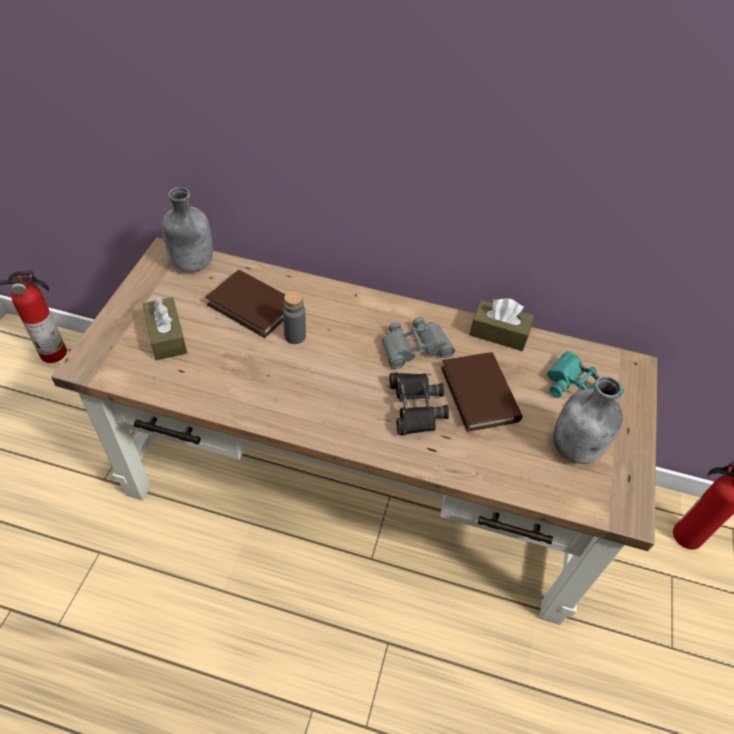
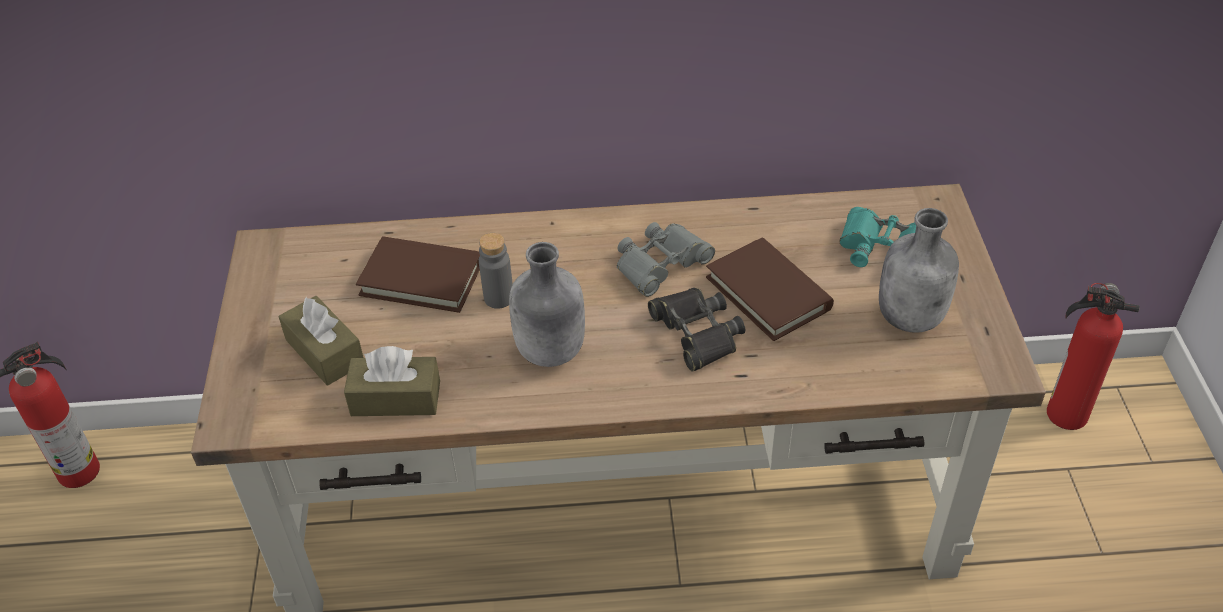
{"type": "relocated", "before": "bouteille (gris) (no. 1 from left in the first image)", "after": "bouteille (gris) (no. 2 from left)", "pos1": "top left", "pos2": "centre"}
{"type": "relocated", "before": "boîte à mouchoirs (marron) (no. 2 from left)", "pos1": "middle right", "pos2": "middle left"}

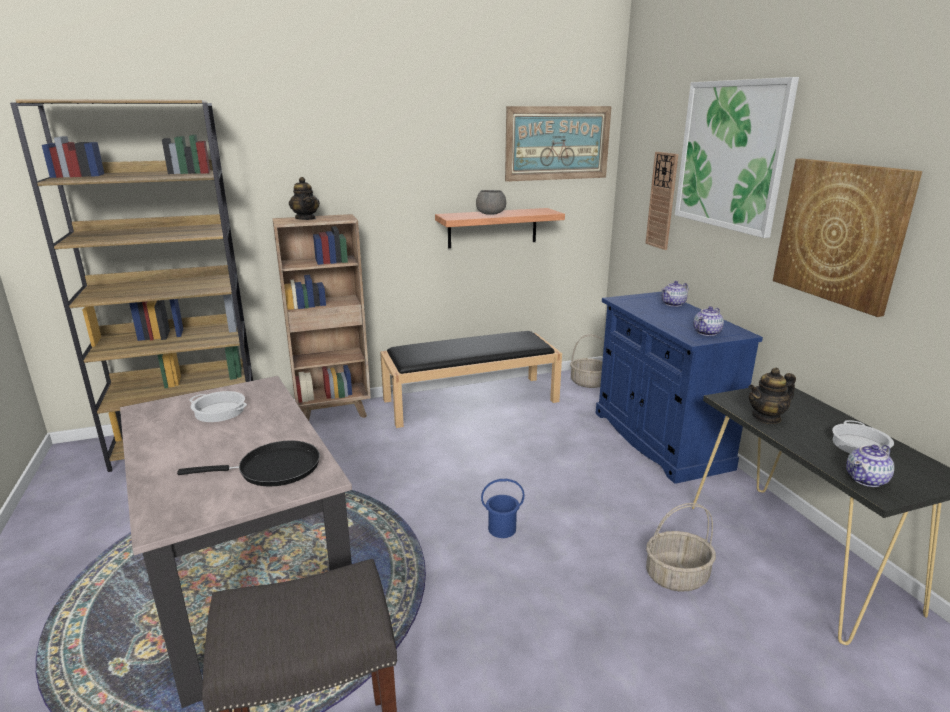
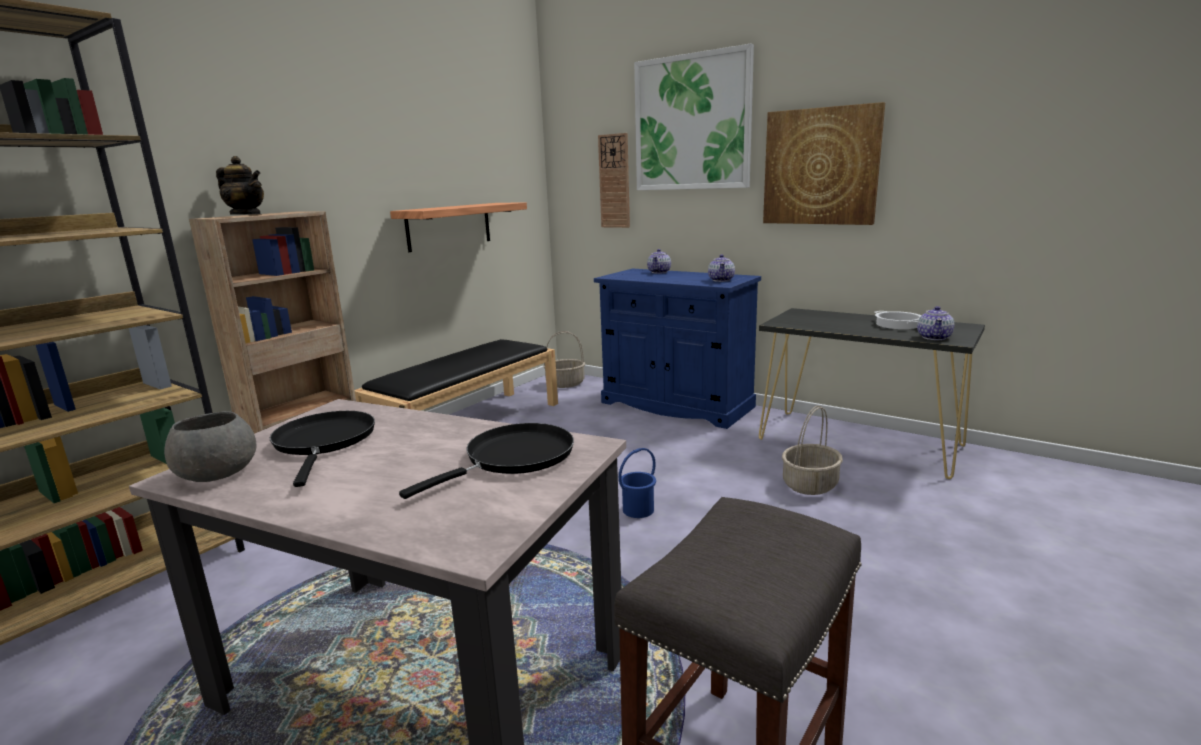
{"type": "exchanged", "before": "marmite (no. 1 from left)", "after": "poêle (noir) (no. 1 from left)", "pos1": "middle left", "pos2": "middle left"}
{"type": "relocated", "before": "bol (gris)", "pos1": "top centre", "pos2": "middle left"}
{"type": "missing", "before": "tableau (no. 1 from left)", "pos1": "top centre"}
{"type": "missing", "before": "théière (no. 4 from left)", "pos1": "middle right"}

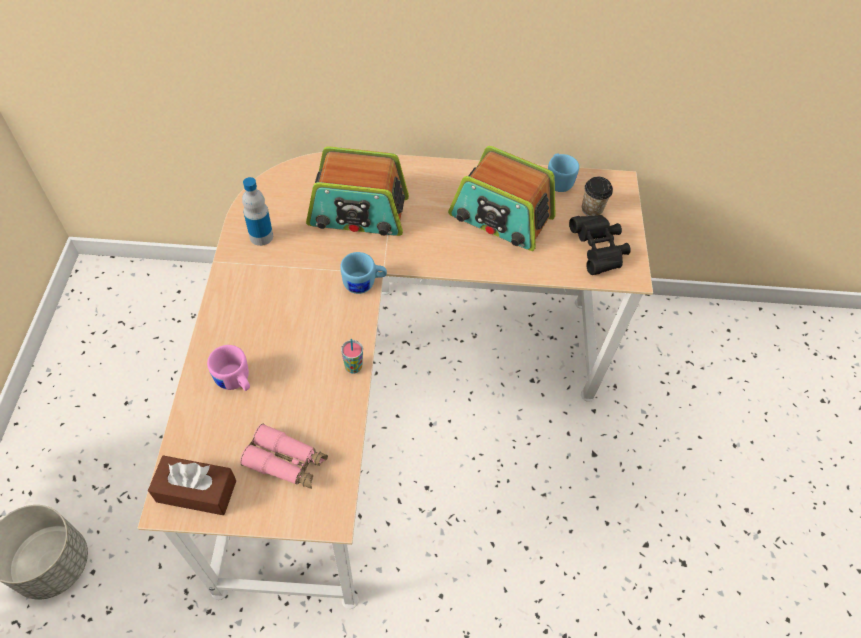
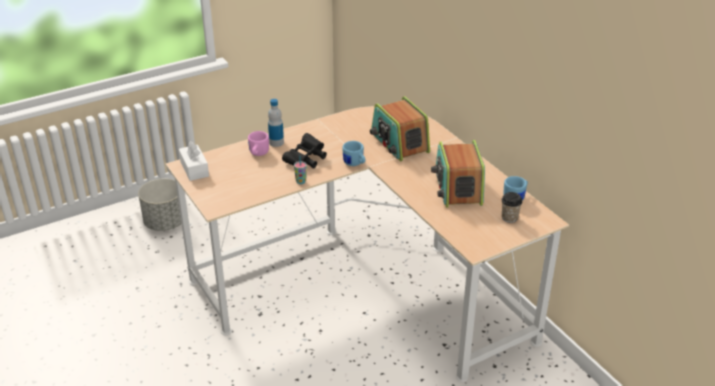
{"type": "colour", "before": "boîte à mouchoirs (marron)", "after": "boîte à mouchoirs (blanc)", "pos1": "bottom left", "pos2": "middle left"}
{"type": "missing", "before": "jumelles (rose)", "pos1": "bottom left"}
{"type": "relocated", "before": "bouteille", "pos1": "top left", "pos2": "top centre"}
{"type": "relocated", "before": "jumelles (noir)", "pos1": "middle right", "pos2": "centre"}

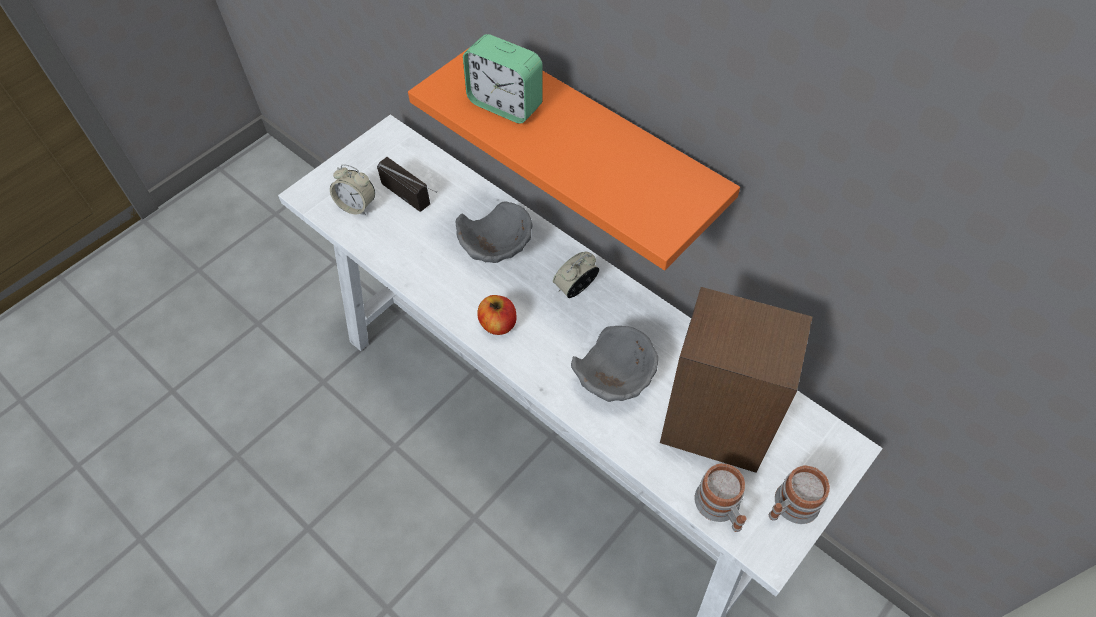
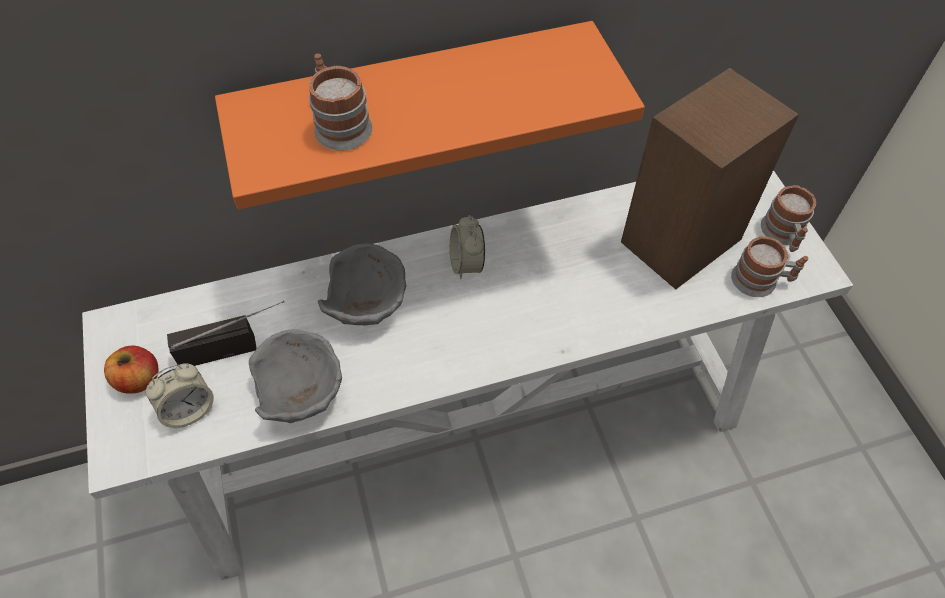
{"type": "exchanged", "before": "réveil (no. 2 from left)", "after": "mug (no. 1 from left)", "pos1": "top centre", "pos2": "top centre"}
{"type": "relocated", "before": "pomme", "pos1": "centre", "pos2": "middle left"}
{"type": "relocated", "before": "bol (gris) (no. 2 from left in the first image)", "after": "bol (gris) (no. 1 from left)", "pos1": "centre", "pos2": "middle left"}

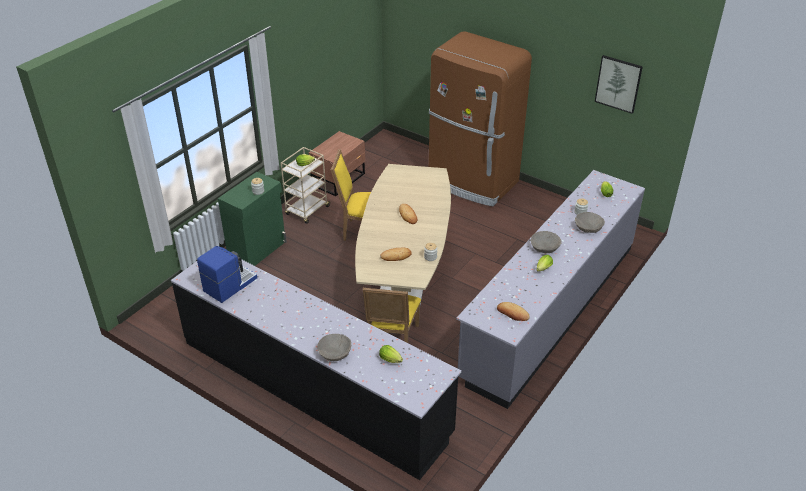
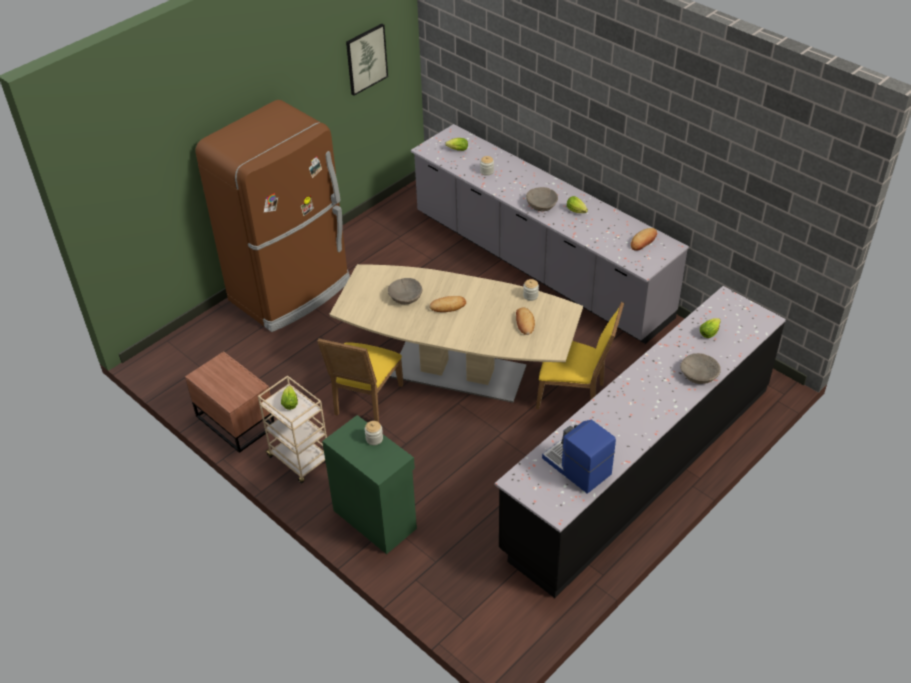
{"type": "relocated", "before": "bol (beige) (no. 3 from left in the first image)", "after": "bol (beige) (no. 1 from left)", "pos1": "middle right", "pos2": "centre"}

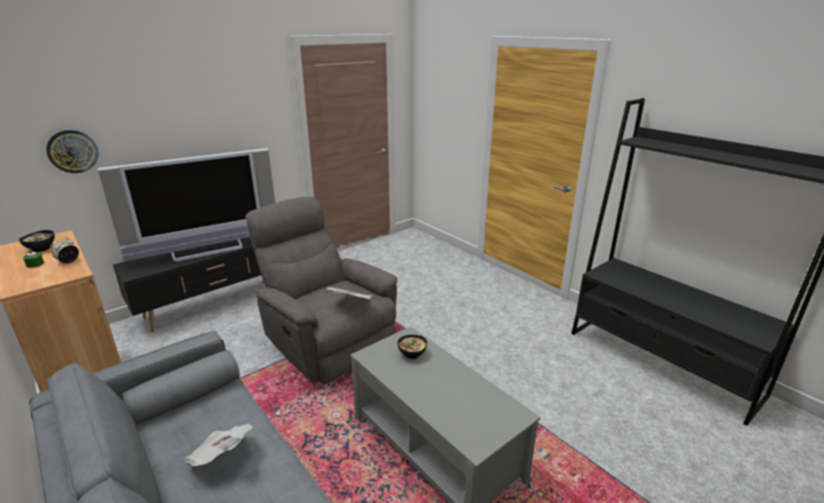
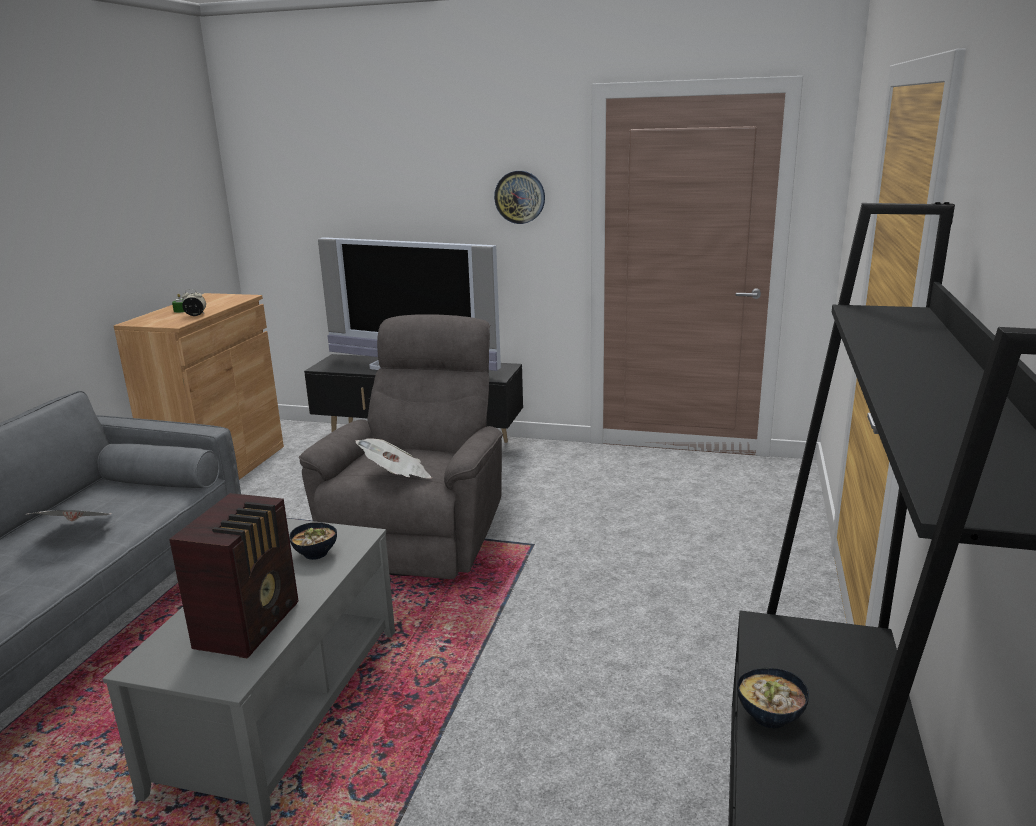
{"type": "relocated", "before": "bol (no. 1 from left in the first image)", "after": "bol (no. 2 from left)", "pos1": "middle left", "pos2": "bottom right"}
{"type": "relocated", "before": "horloge murale", "pos1": "top left", "pos2": "top centre"}
{"type": "appeared", "after": "radio", "pos2": "bottom left"}

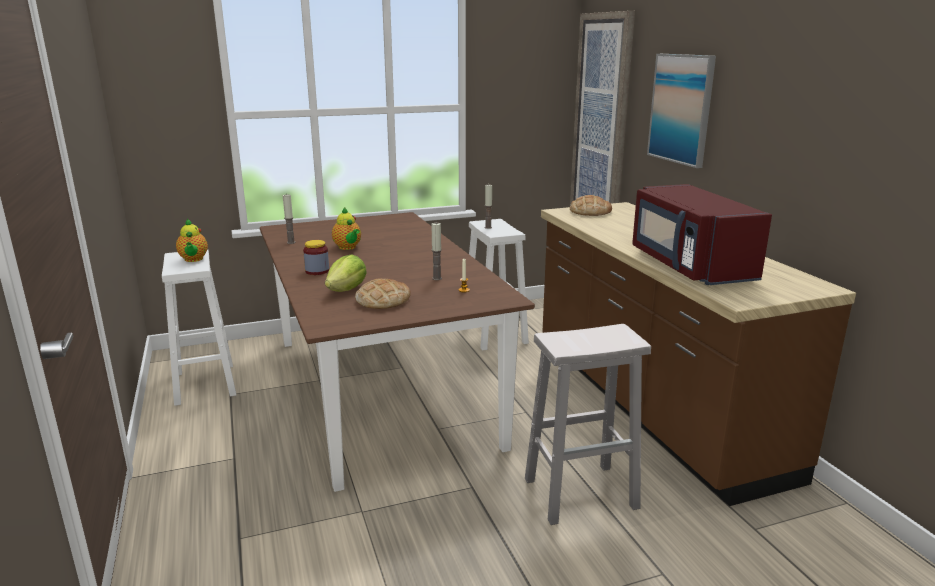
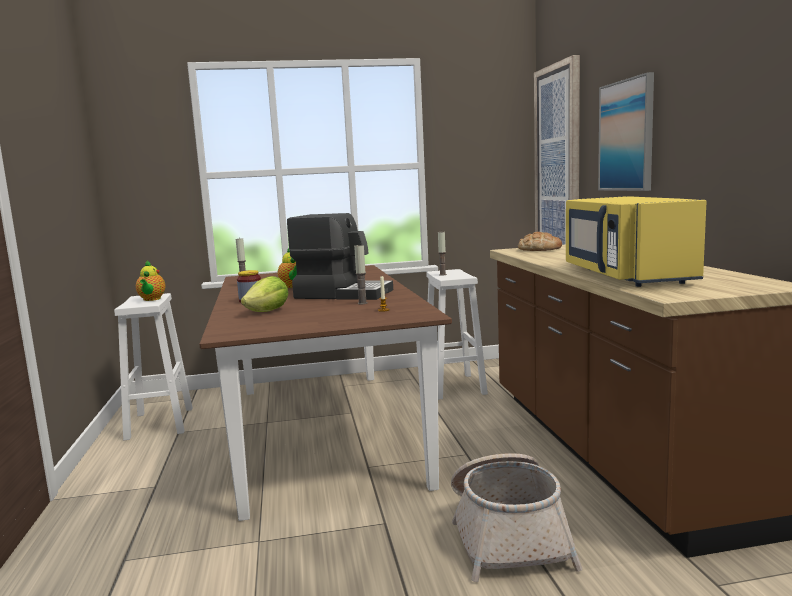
{"type": "missing", "before": "pain (no. 1 from left)", "pos1": "centre"}
{"type": "exchanged", "before": "tabouret (blanc) (no. 3 from left)", "after": "panier", "pos1": "bottom centre", "pos2": "bottom centre"}
{"type": "colour", "before": "micro-ondes (rouge)", "after": "micro-ondes (jaune)", "pos1": "middle right", "pos2": "middle right"}
{"type": "appeared", "after": "machine à café", "pos2": "centre"}

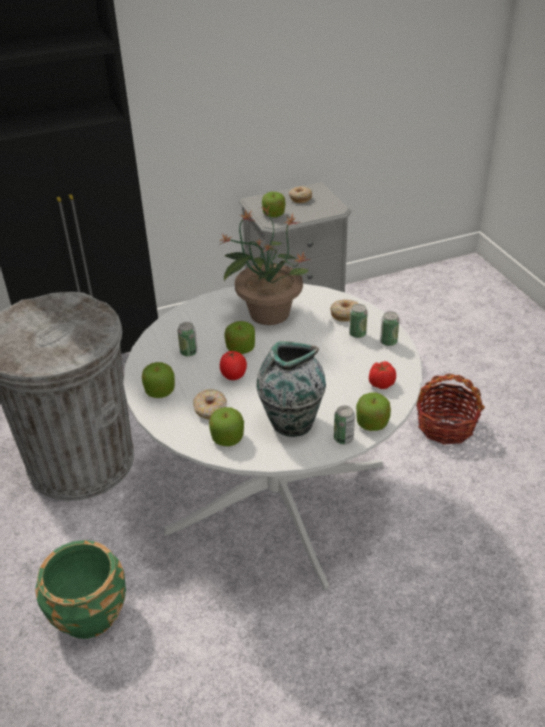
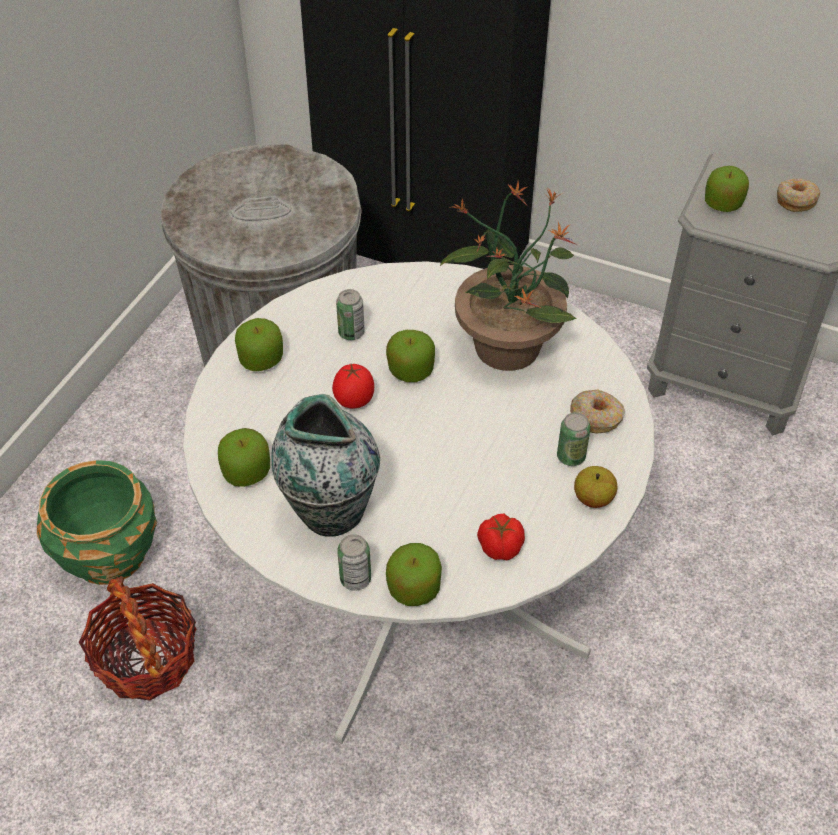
{"type": "missing", "before": "beignet (no. 1 from left)", "pos1": "centre"}
{"type": "exchanged", "before": "boîte métallique (no. 4 from left)", "after": "pomme (no. 5 from left)", "pos1": "middle right", "pos2": "middle right"}
{"type": "relocated", "before": "panier", "pos1": "middle right", "pos2": "bottom left"}

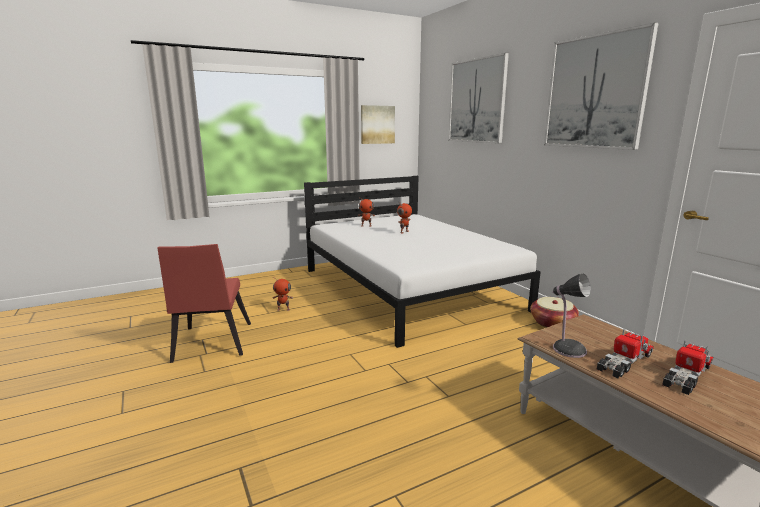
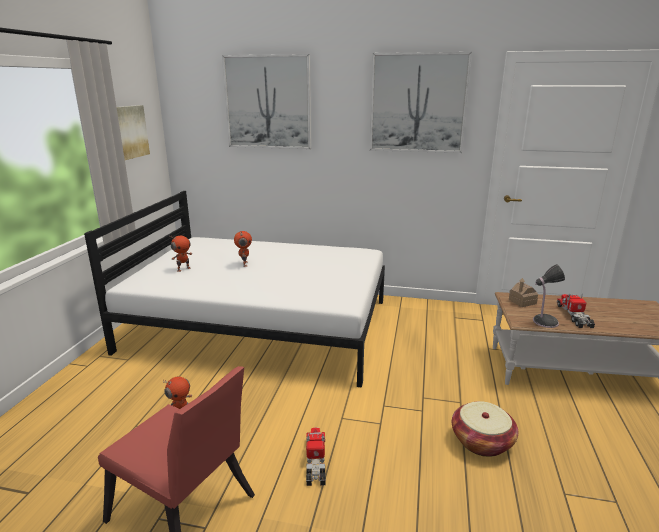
{"type": "relocated", "before": "panier", "pos1": "middle right", "pos2": "bottom right"}
{"type": "relocated", "before": "camion jouet (no. 2 from left in the first image)", "after": "camion jouet (no. 1 from left)", "pos1": "bottom right", "pos2": "bottom centre"}
{"type": "appeared", "after": "maison miniature", "pos2": "middle right"}

